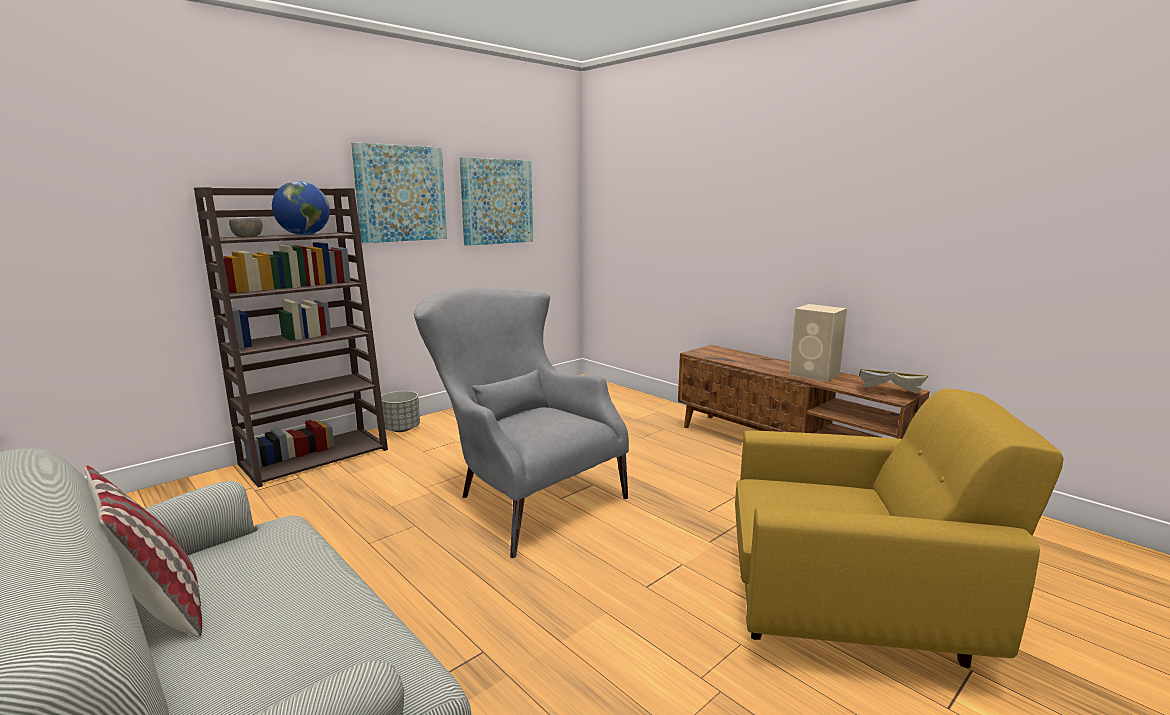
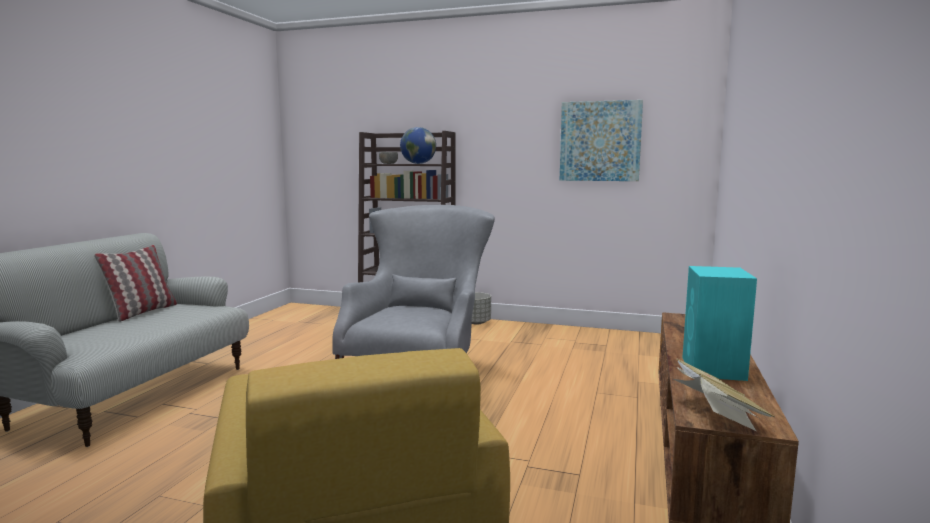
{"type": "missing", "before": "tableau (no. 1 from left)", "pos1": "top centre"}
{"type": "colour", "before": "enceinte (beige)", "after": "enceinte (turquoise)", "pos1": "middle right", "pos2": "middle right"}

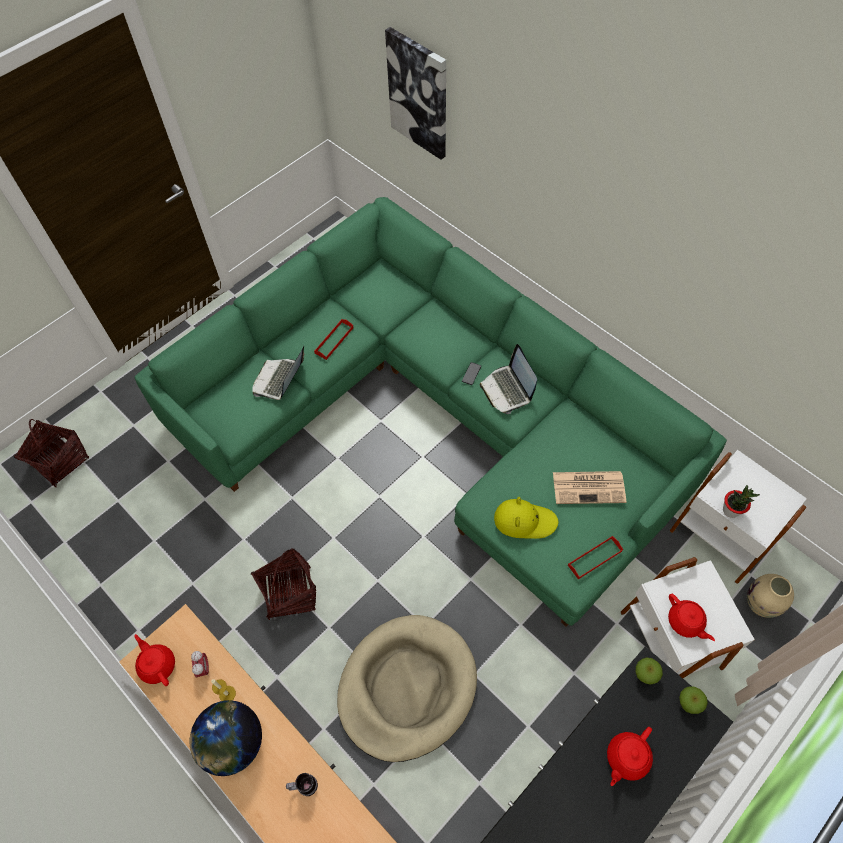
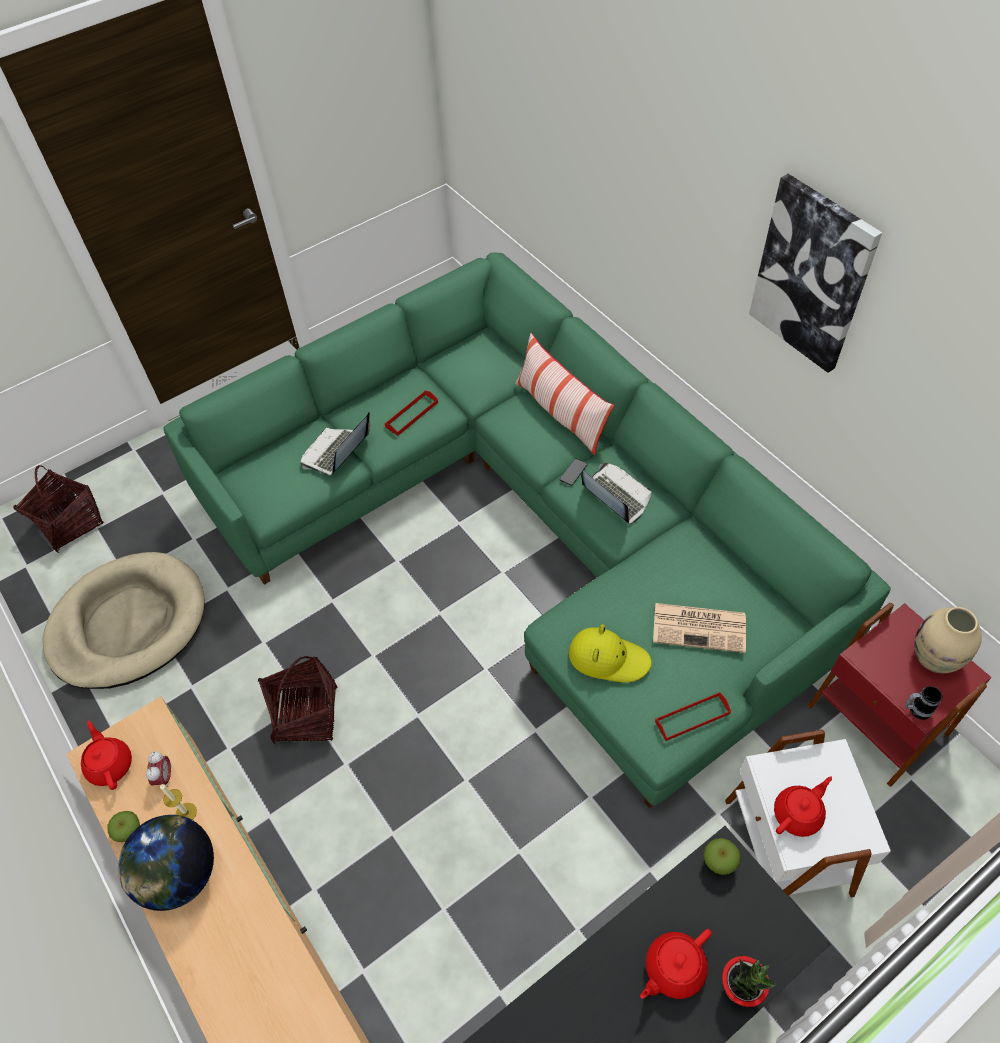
{"type": "relocated", "before": "mug", "pos1": "bottom centre", "pos2": "bottom right"}
{"type": "relocated", "before": "panier pour chien (beige)", "pos1": "bottom centre", "pos2": "middle left"}
{"type": "relocated", "before": "tableau", "pos1": "top centre", "pos2": "top right"}
{"type": "spun", "before": "ordinateur portable (no. 2 from left)", "pos1": "centre", "pos2": "centre", "turn": 150}
{"type": "spun", "before": "théière (rouge) (no. 3 from left)", "pos1": "bottom right", "pos2": "bottom right", "turn": -105}
{"type": "colour", "before": "table d'appoint (blanc) (no. 2 from left)", "after": "table d'appoint (rouge)", "pos1": "middle right", "pos2": "middle right"}
{"type": "relocated", "before": "pomme (no. 2 from left in the first image)", "after": "pomme (no. 1 from left)", "pos1": "bottom right", "pos2": "bottom left"}
{"type": "relocated", "before": "plante en pot", "pos1": "middle right", "pos2": "bottom right"}
{"type": "relocated", "before": "vase (beige)", "pos1": "bottom right", "pos2": "middle right"}
{"type": "appeared", "after": "coussin", "pos2": "centre"}

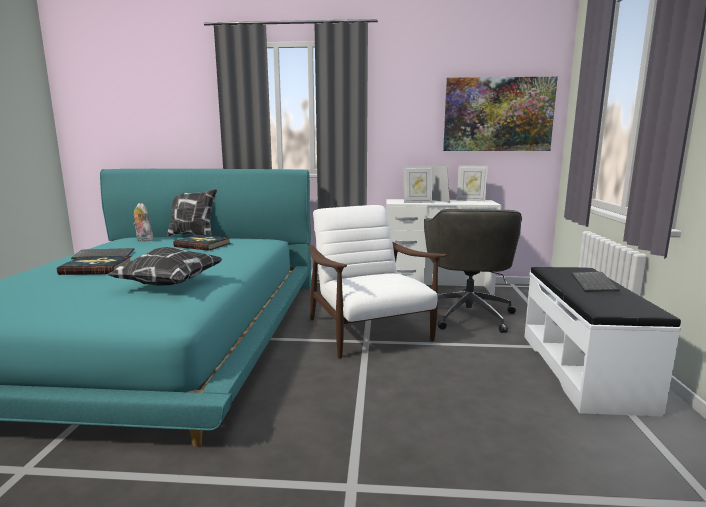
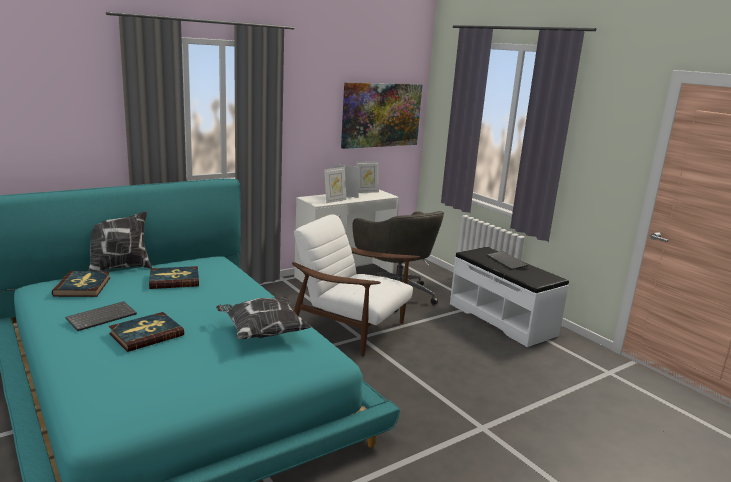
{"type": "exchanged", "before": "peluche", "after": "livre (no. 1 from left)", "pos1": "middle left", "pos2": "middle left"}

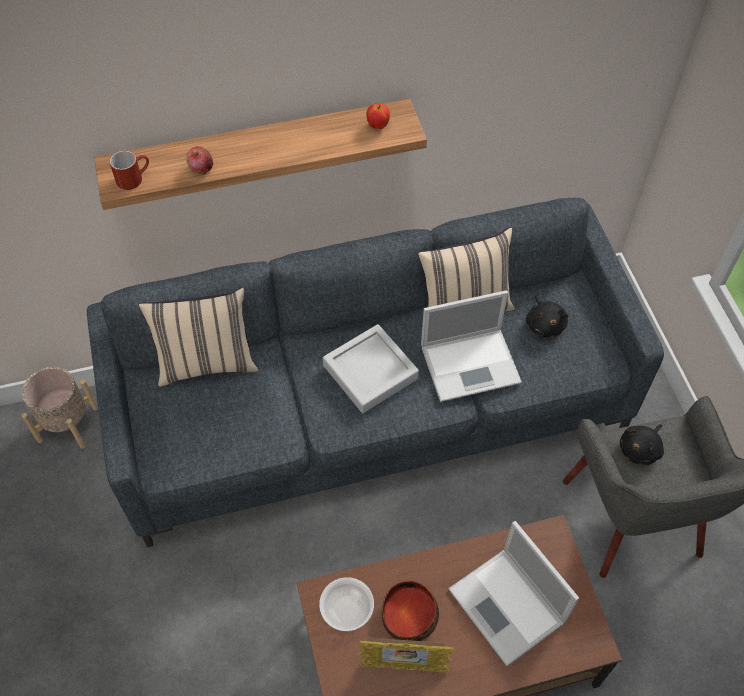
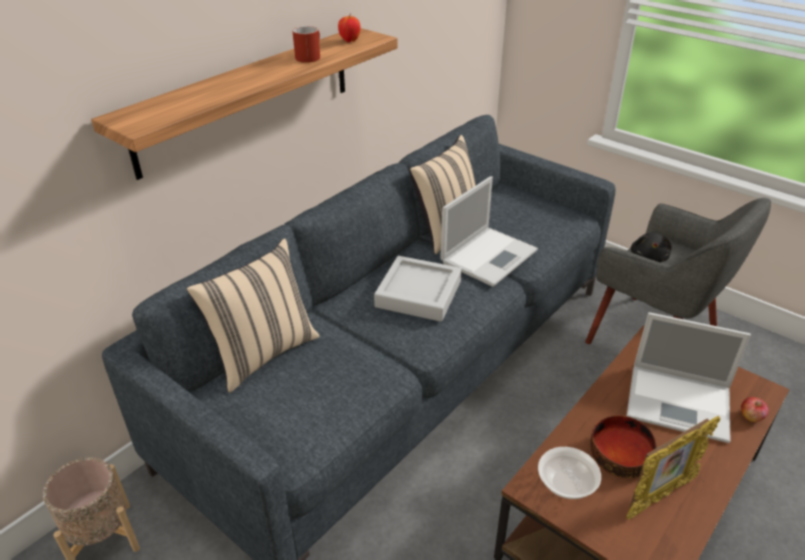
{"type": "relocated", "before": "mug (rouge)", "pos1": "top left", "pos2": "top centre"}
{"type": "relocated", "before": "pomme (no. 1 from left in the first image)", "after": "pomme (no. 2 from left)", "pos1": "top left", "pos2": "bottom right"}
{"type": "missing", "before": "peluche (noir) (no. 1 from left)", "pos1": "middle right"}

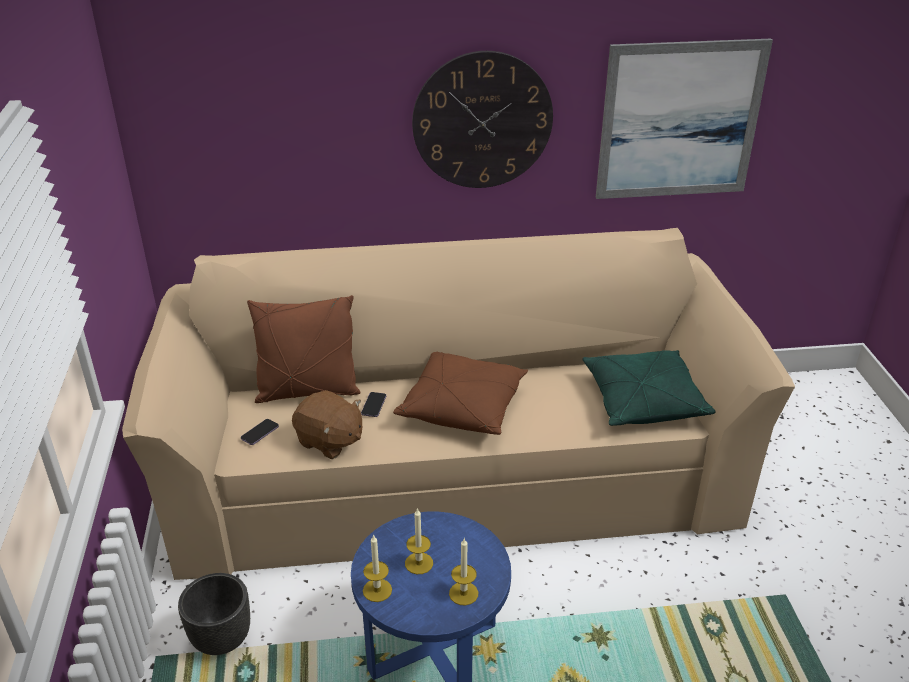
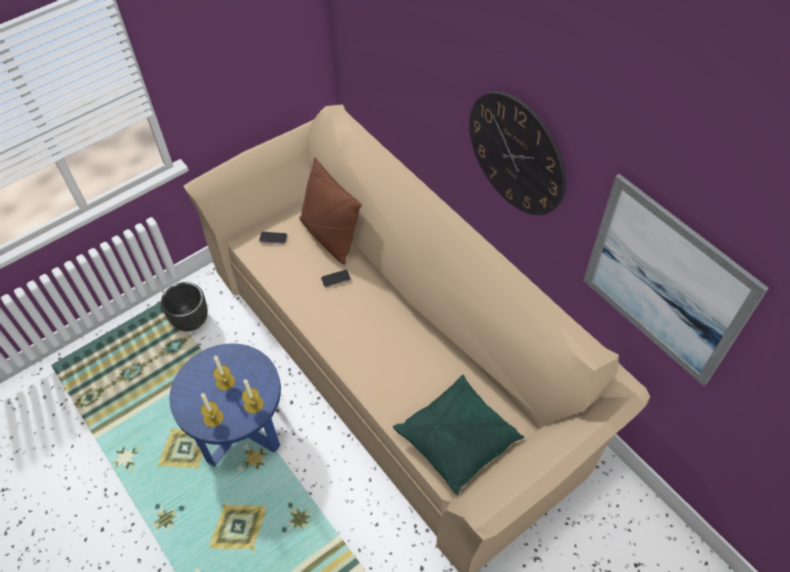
{"type": "missing", "before": "peluche (marron)", "pos1": "centre"}
{"type": "relocated", "before": "bougie (no. 1 from left in the first image)", "after": "bougie (no. 3 from left)", "pos1": "bottom centre", "pos2": "bottom left"}
{"type": "missing", "before": "coussin (marron) (no. 2 from left)", "pos1": "centre"}

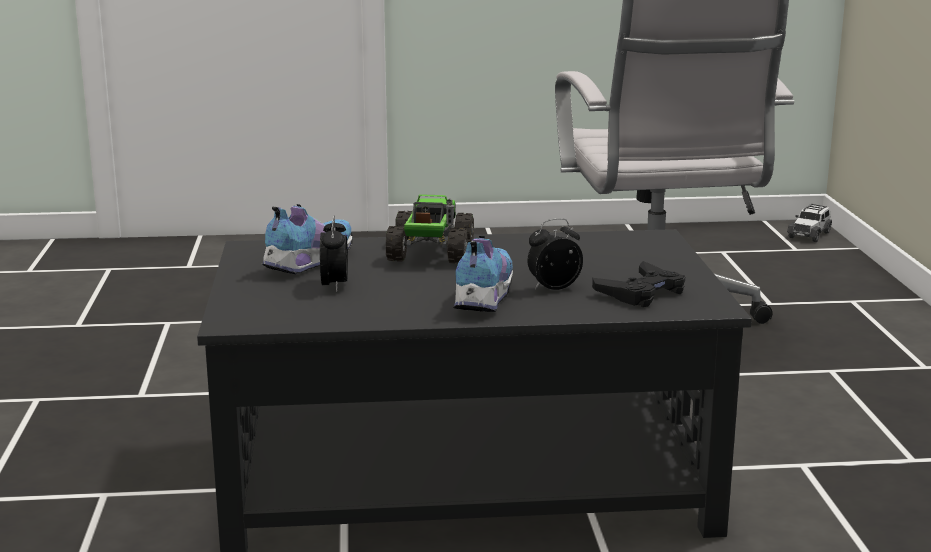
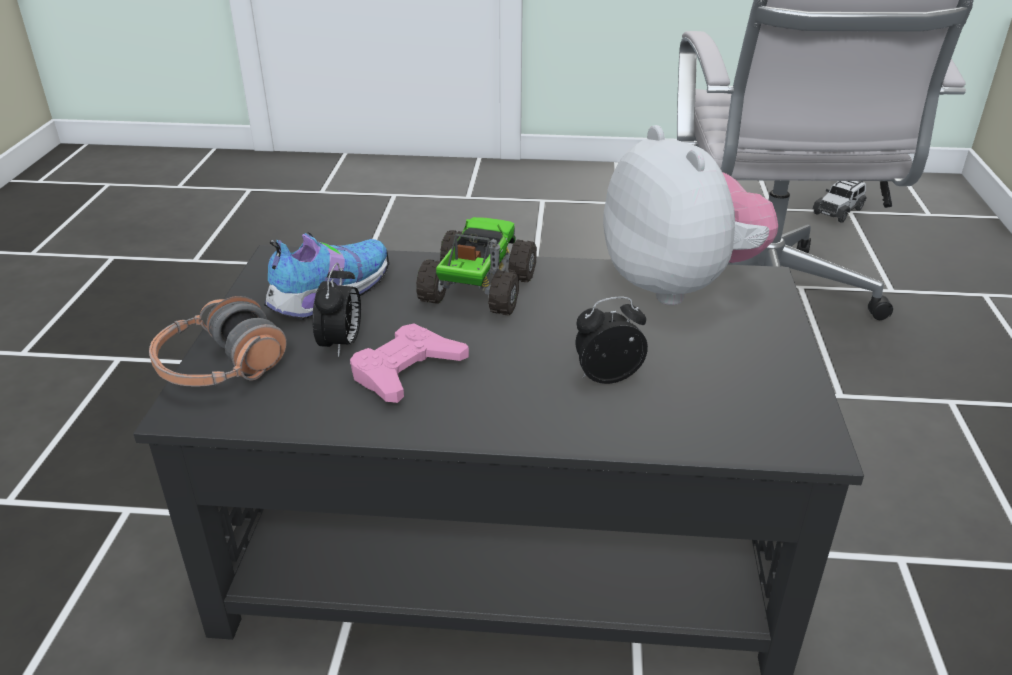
{"type": "missing", "before": "chaussure (no. 2 from left)", "pos1": "centre"}
{"type": "missing", "before": "manette (noir)", "pos1": "middle right"}
{"type": "relocated", "before": "petite voiture", "pos1": "middle right", "pos2": "top right"}
{"type": "appeared", "after": "casque audio", "pos2": "middle left"}
{"type": "appeared", "after": "manette (rose)", "pos2": "centre"}
{"type": "appeared", "after": "peluche", "pos2": "top right"}

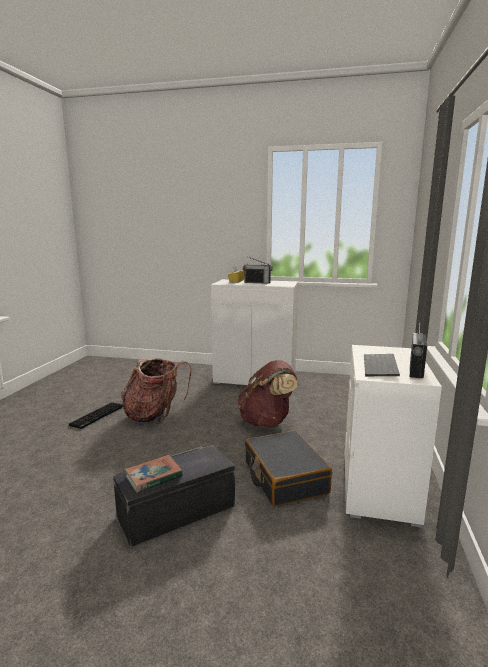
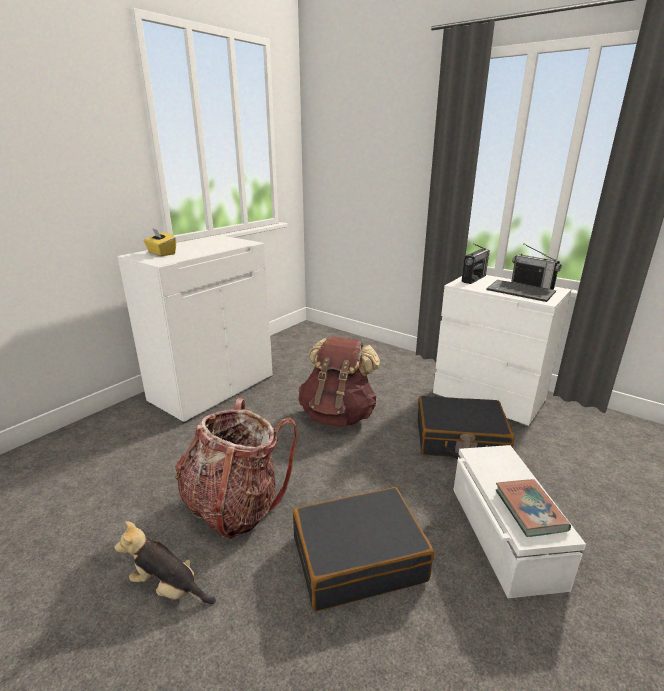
{"type": "exchanged", "before": "clavier (no. 1 from left)", "after": "peluche", "pos1": "middle left", "pos2": "bottom left"}
{"type": "colour", "before": "boîte de rangement (noir)", "after": "boîte de rangement (blanc)", "pos1": "bottom centre", "pos2": "bottom right"}
{"type": "relocated", "before": "radio (no. 1 from left)", "pos1": "centre", "pos2": "middle right"}
{"type": "appeared", "after": "valise (noir) (no. 1 from left)", "pos2": "bottom centre"}

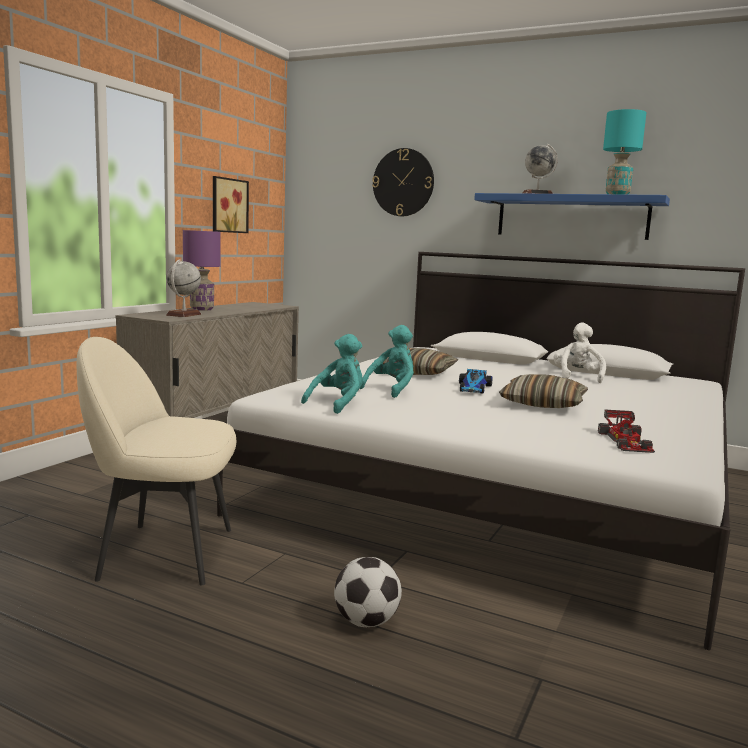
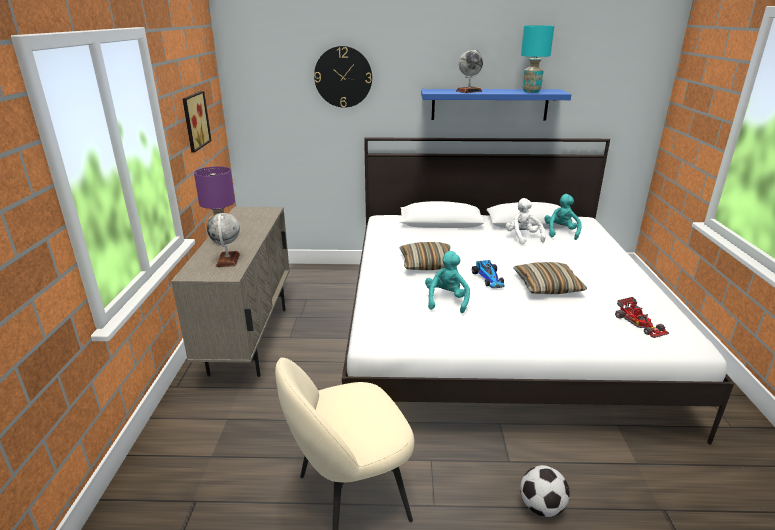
{"type": "relocated", "before": "peluche (turquoise) (no. 1 from left in the first image)", "after": "peluche (turquoise) (no. 2 from left)", "pos1": "centre", "pos2": "middle right"}

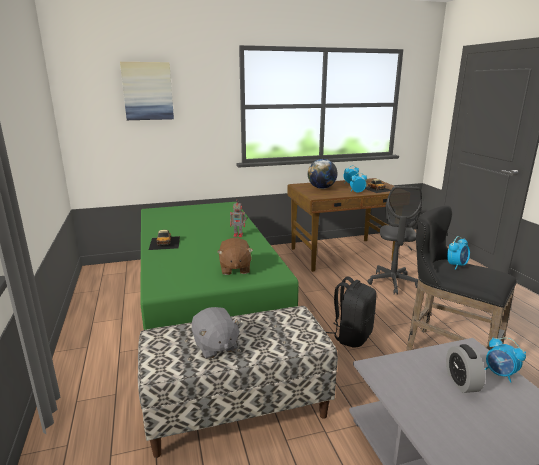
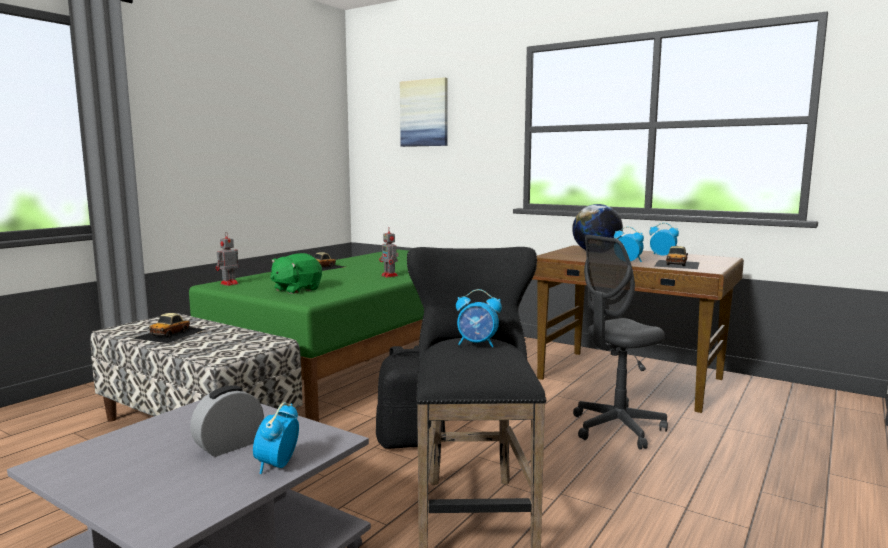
{"type": "exchanged", "before": "peluche (gris)", "after": "petite voiture (no. 1 from left)", "pos1": "bottom centre", "pos2": "middle left"}
{"type": "colour", "before": "peluche (marron)", "after": "peluche (vert)", "pos1": "centre", "pos2": "centre"}
{"type": "appeared", "after": "robot jouet (no. 1 from left)", "pos2": "middle left"}

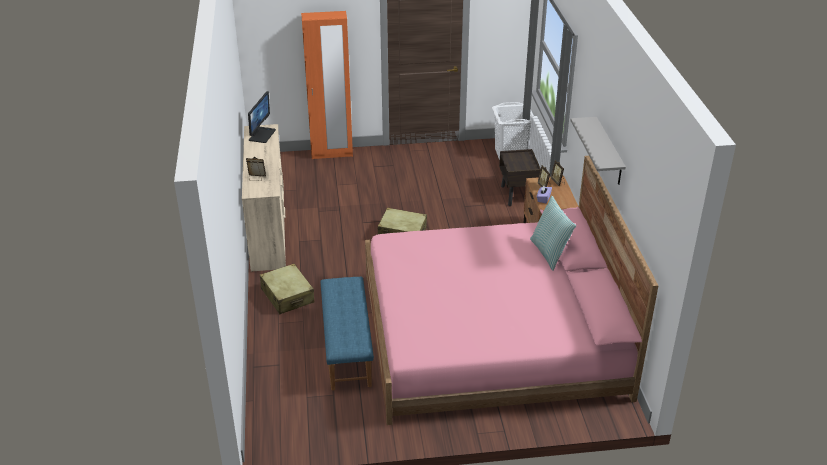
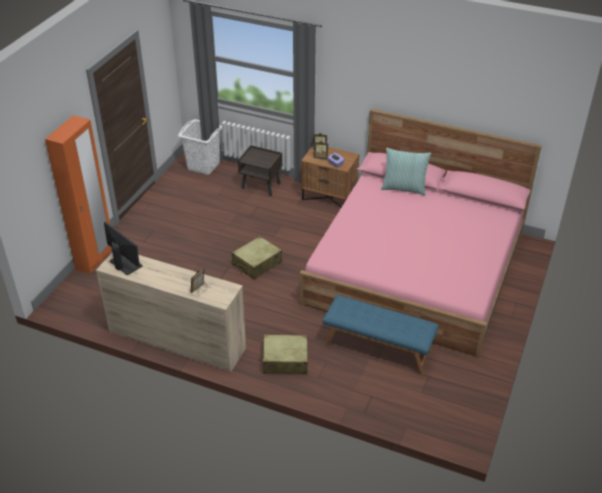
{"type": "missing", "before": "étagère (gris)", "pos1": "top right"}

